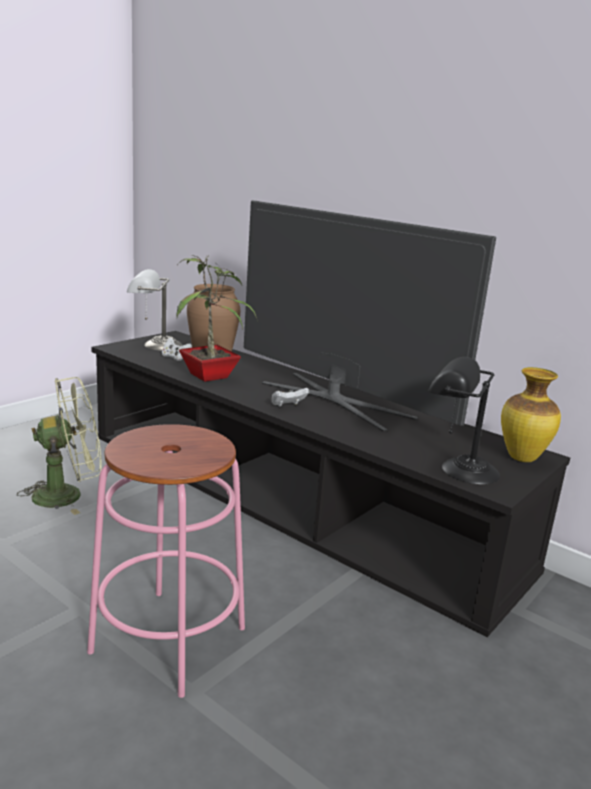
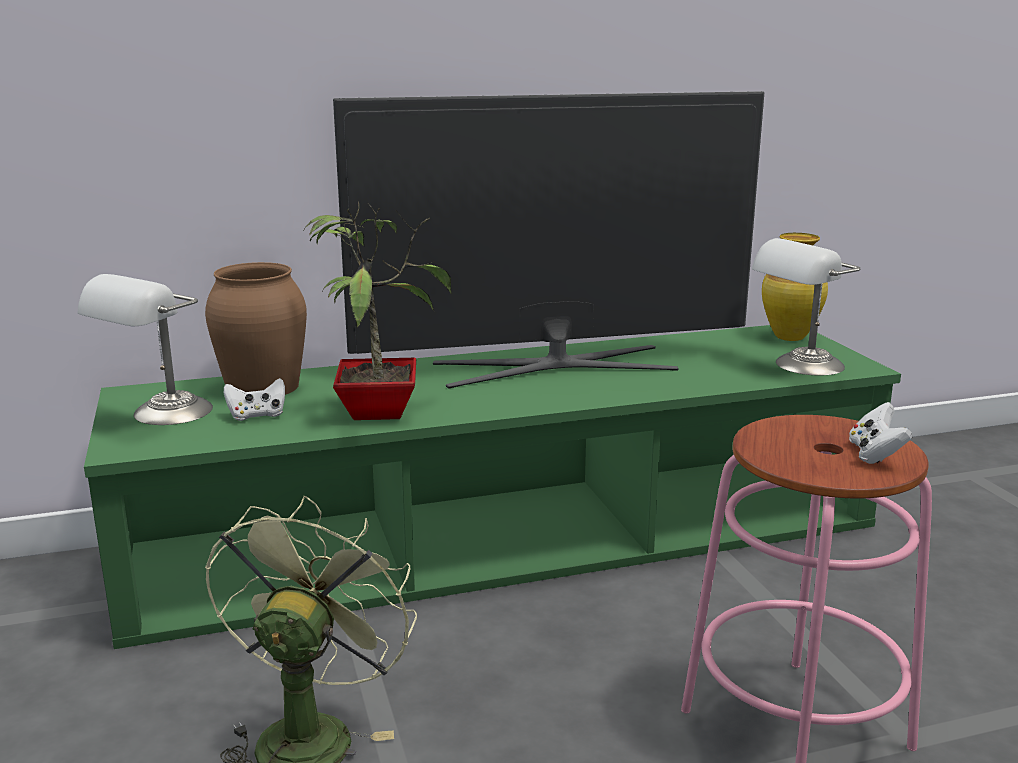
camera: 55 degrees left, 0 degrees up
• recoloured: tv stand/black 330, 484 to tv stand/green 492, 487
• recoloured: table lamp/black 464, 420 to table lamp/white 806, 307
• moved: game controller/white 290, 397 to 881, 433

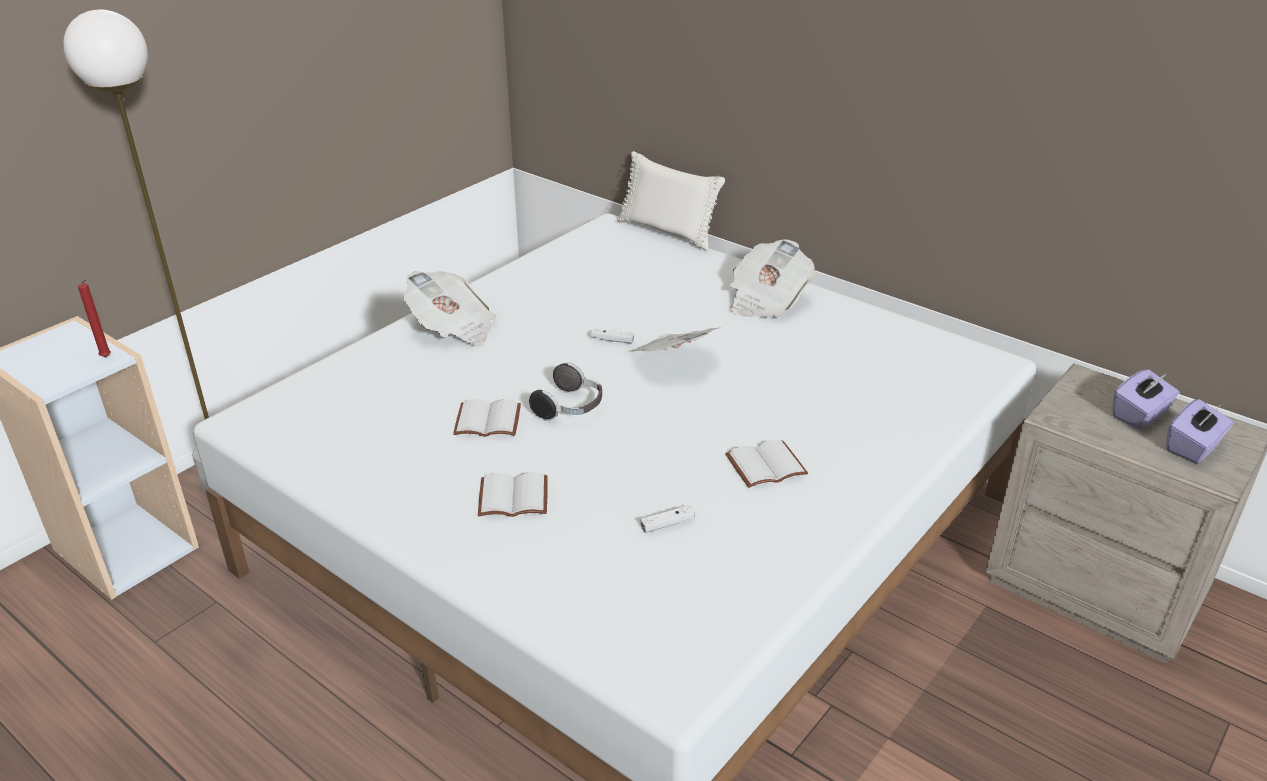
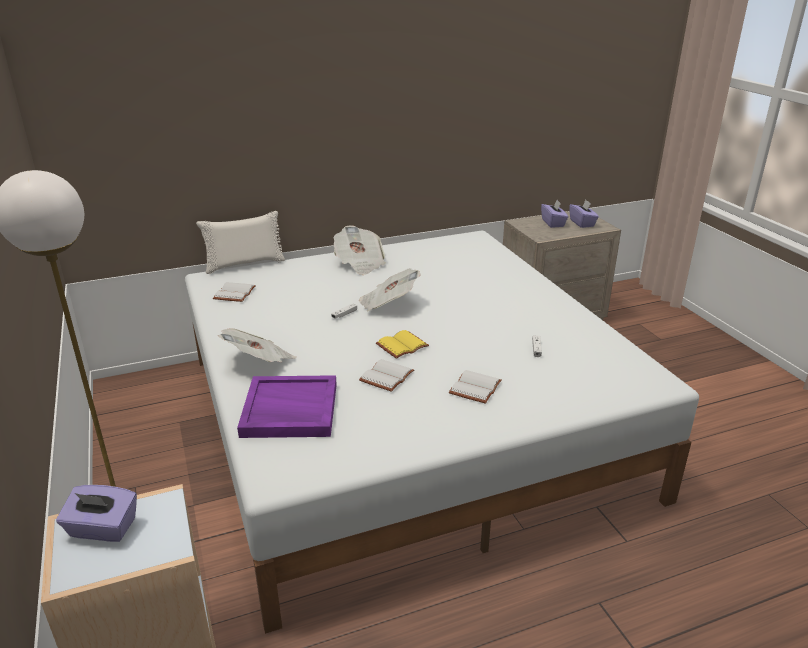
camera: 60 degrees left, 5 degrees down
• added: tissue box/purple 96, 513
• moved: book/white 766, 463 to 234, 292
• added: tray/purple 287, 406
• replaced: headphones 565, 391 to book/yellow 402, 344
• removed: candle/red 94, 318

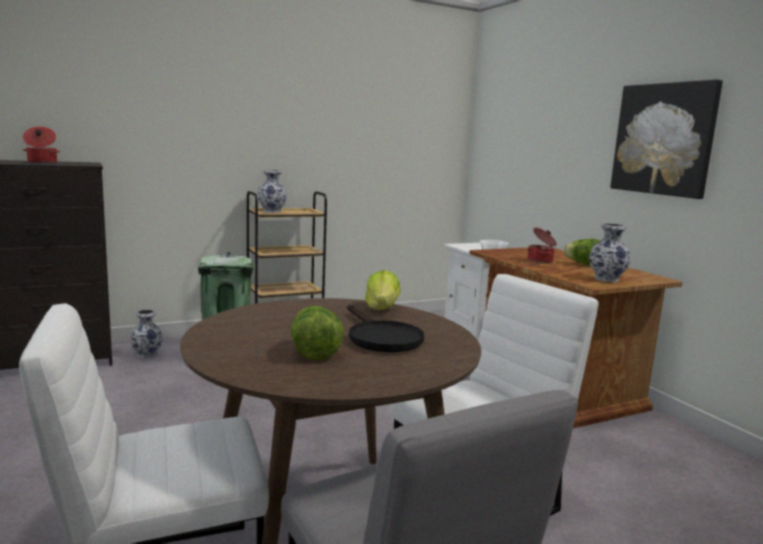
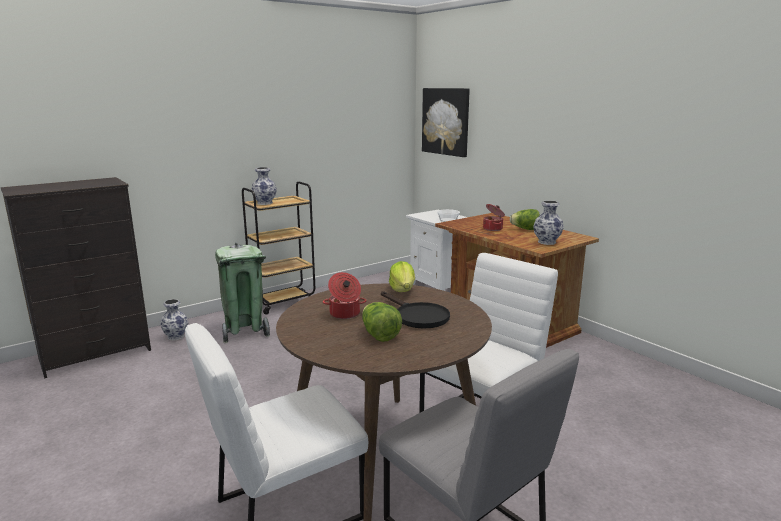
camera: 10 degrees left, 5 degrees up
• moved: cooking pot 41, 145 to 344, 295
• moved: picture 666, 139 to 446, 122

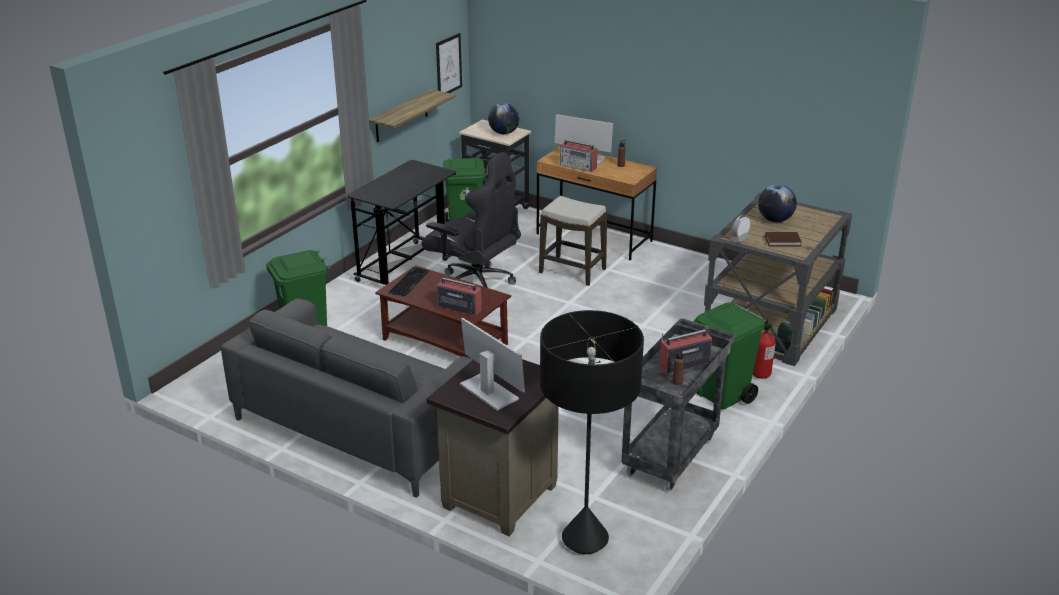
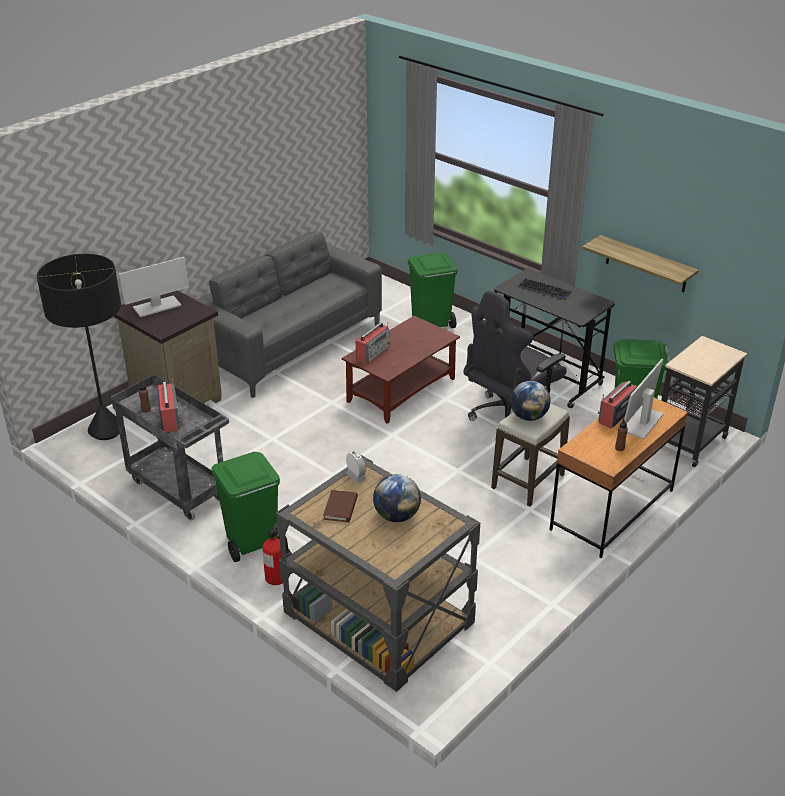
camera: 100 degrees right, 5 degrees up
• moved: globe 504, 118 to 530, 401
• moved: keyboard 409, 282 to 544, 288
• removed: picture 449, 63

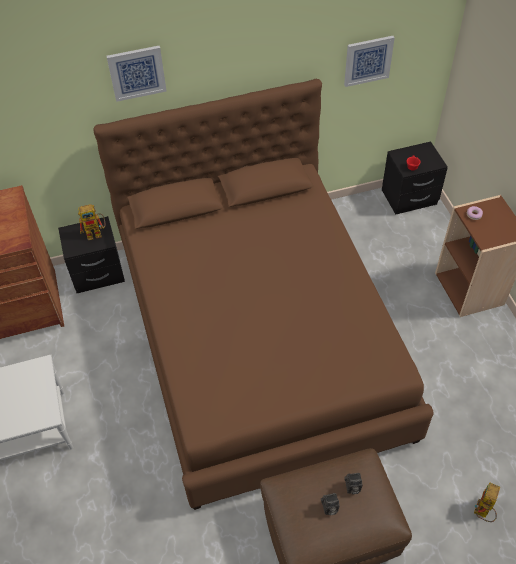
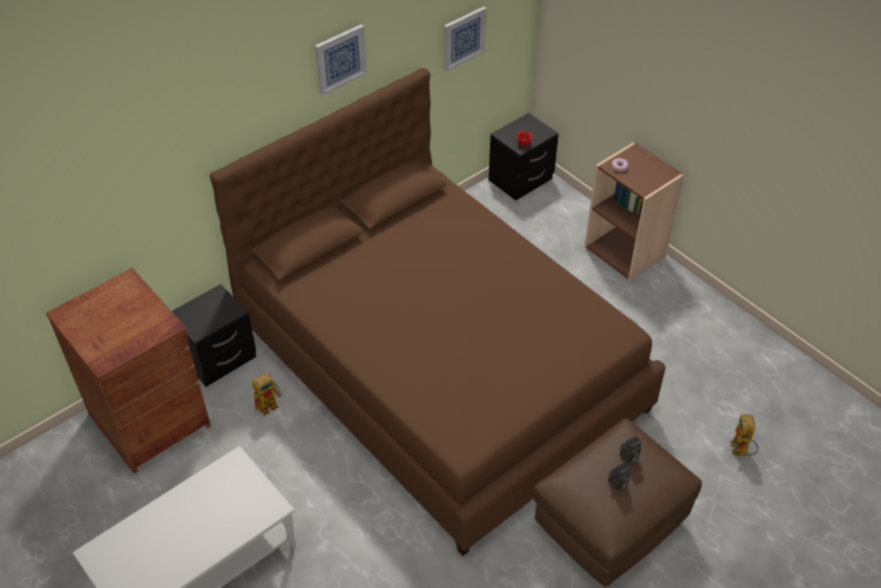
camera: 25 degrees left, 5 degrees down
• moved: toy robot 91, 222 to 267, 394
• moved: picture 136, 74 to 341, 59

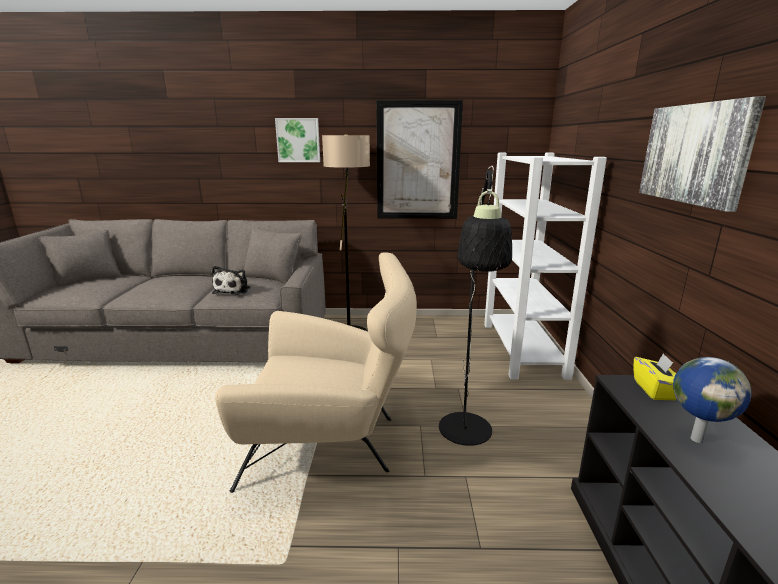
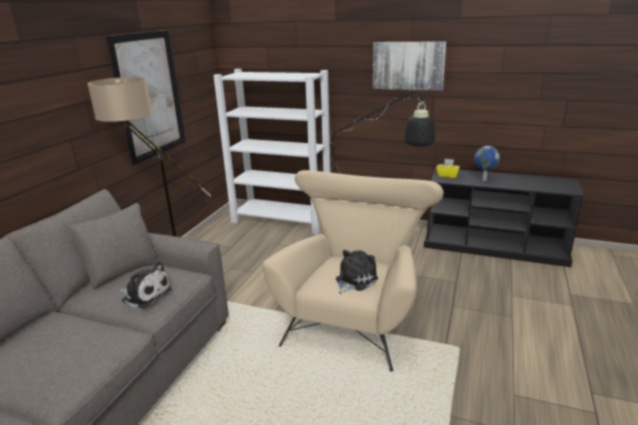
camera: 70 degrees left, 5 degrees up
• added: plush toy 357, 272
• removed: picture 297, 140

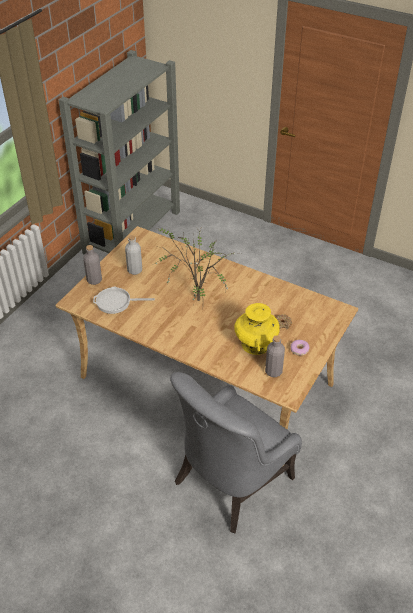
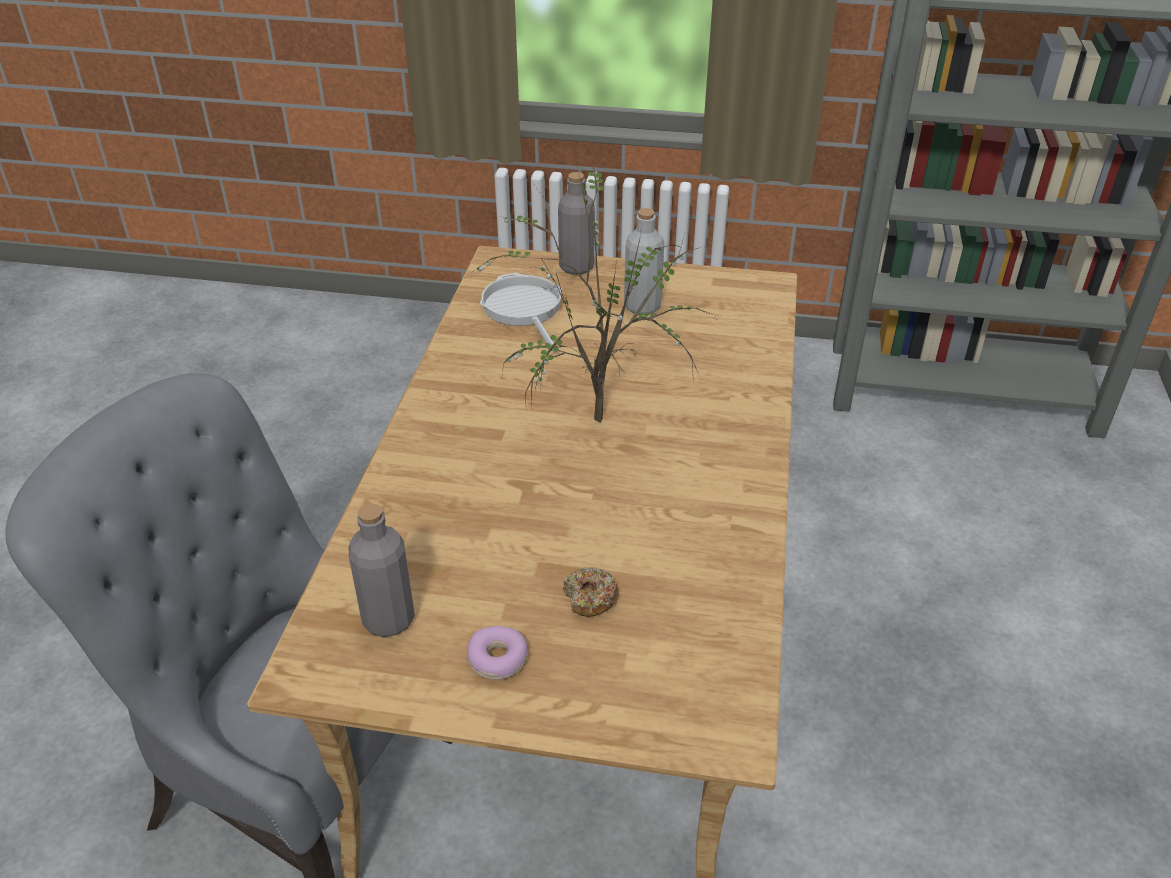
camera: 70 degrees right, 5 degrees down
• removed: vase/yellow 257, 329

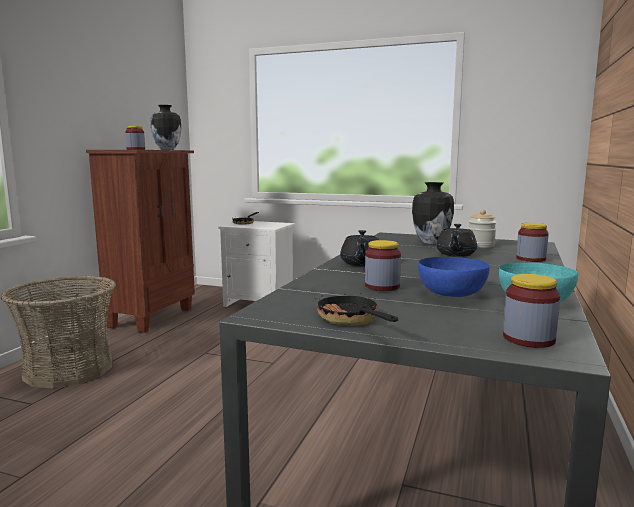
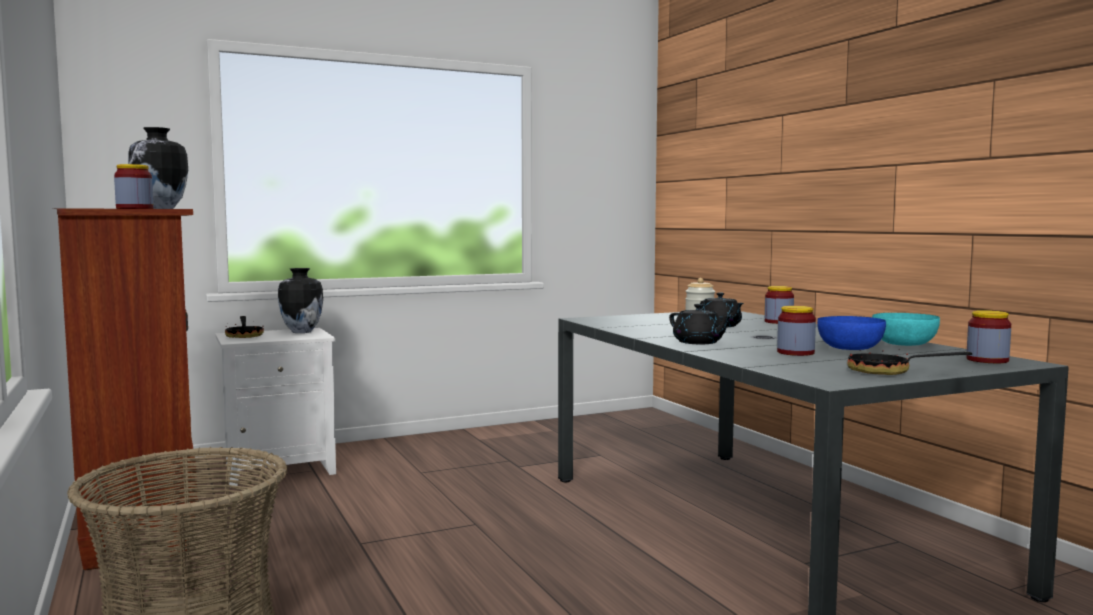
camera: 45 degrees left, 5 degrees down
• moved: vase 433, 213 to 300, 300

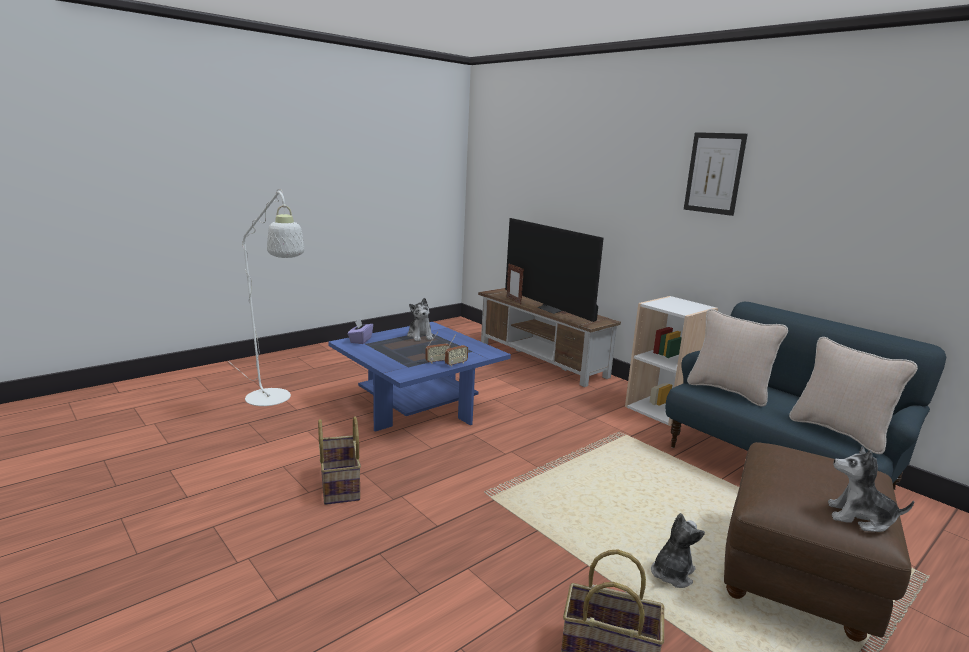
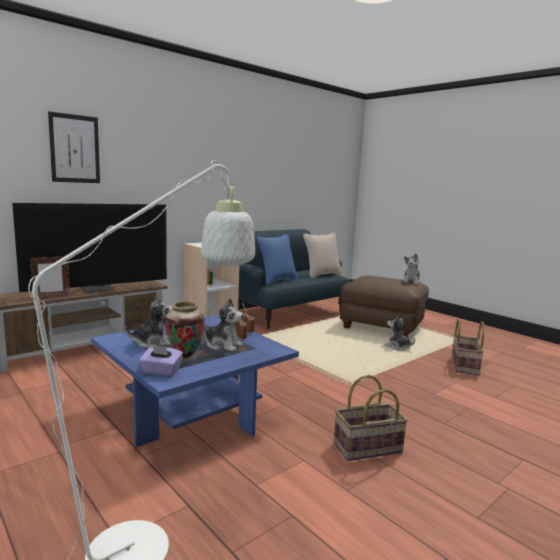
camera: 90 degrees left, 5 degrees down
• moved: picture 716, 174 to 74, 147
• added: vase 185, 330
• added: plush toy 223, 324
• recoloured: pillow/beige 737, 357 to pillow/blue 277, 259

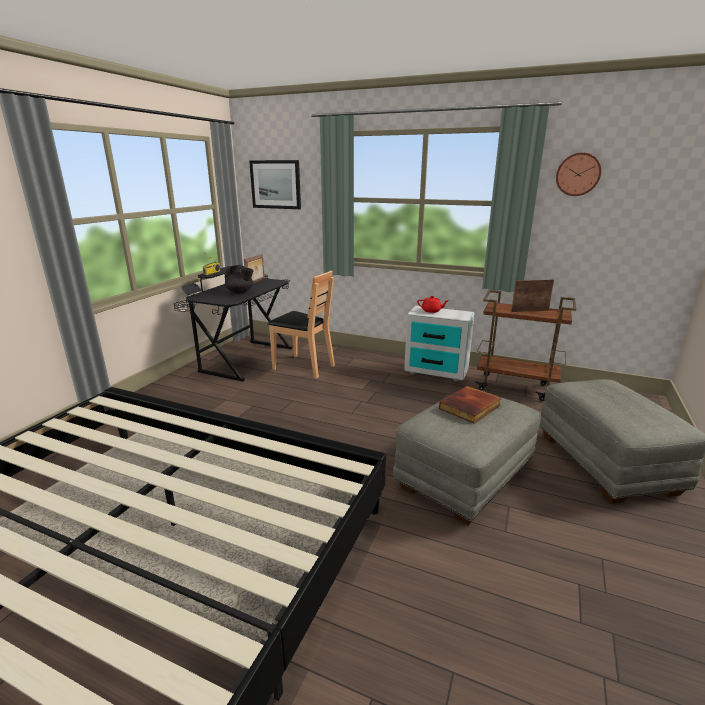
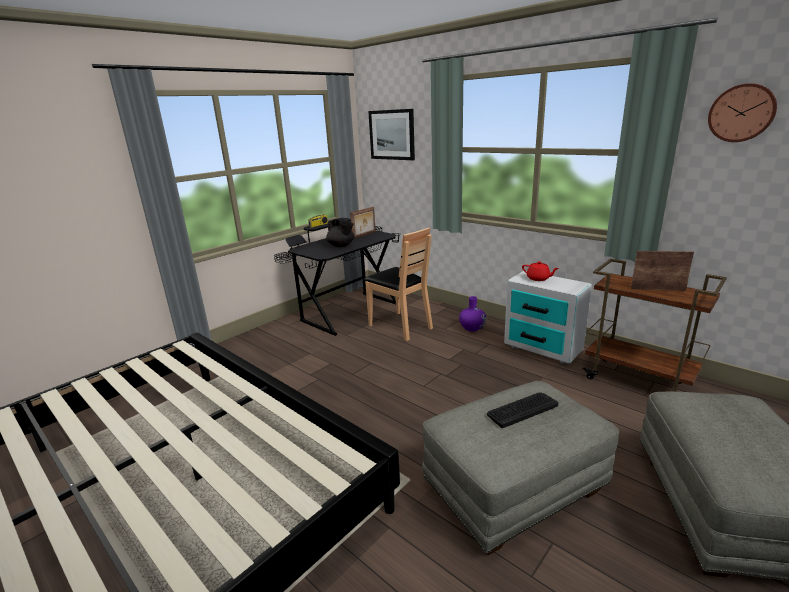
camera: 20 degrees right, 0 degrees up
• added: vase/purple 472, 314
• replaced: book 470, 405 to keyboard 522, 410

